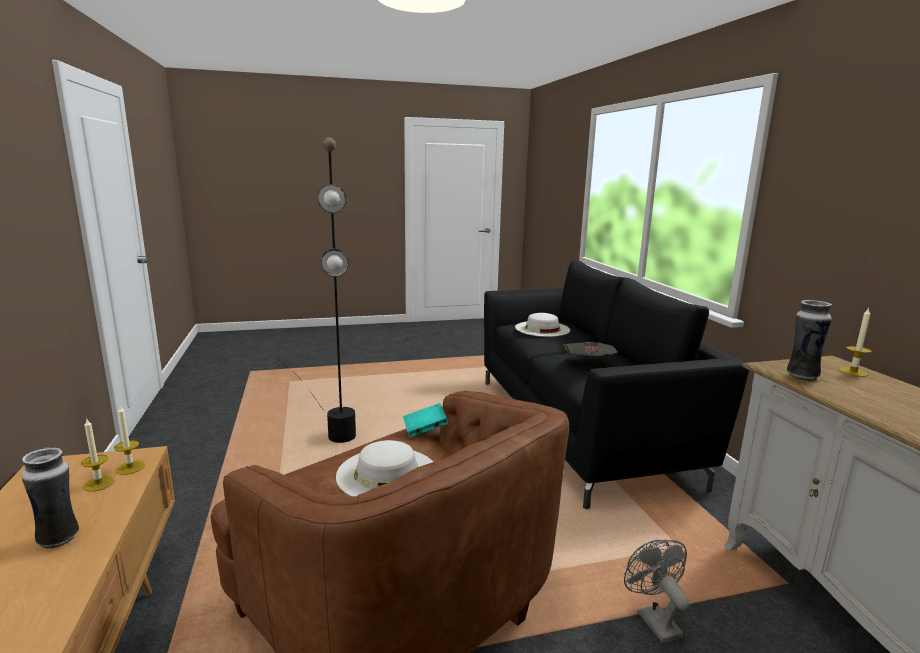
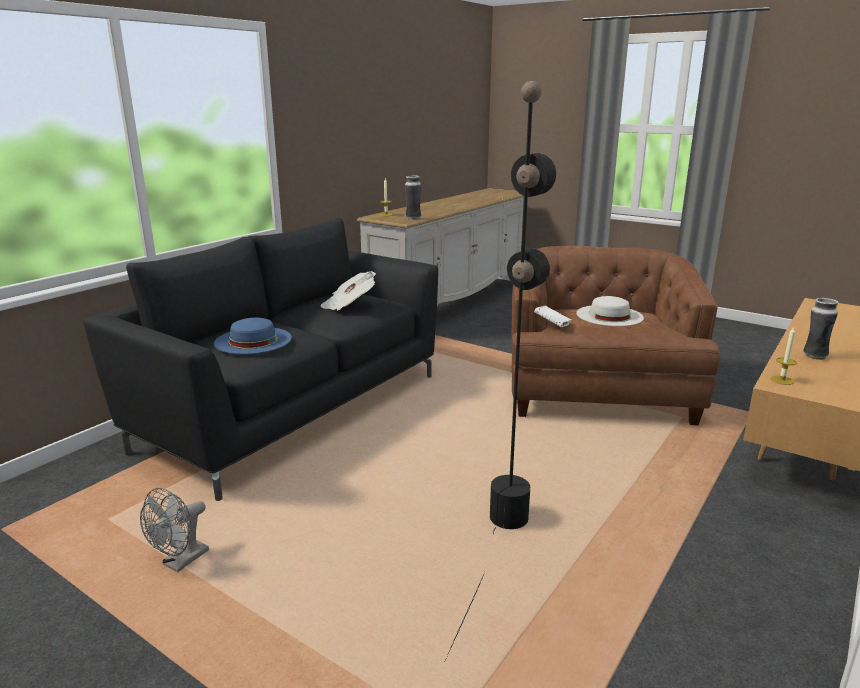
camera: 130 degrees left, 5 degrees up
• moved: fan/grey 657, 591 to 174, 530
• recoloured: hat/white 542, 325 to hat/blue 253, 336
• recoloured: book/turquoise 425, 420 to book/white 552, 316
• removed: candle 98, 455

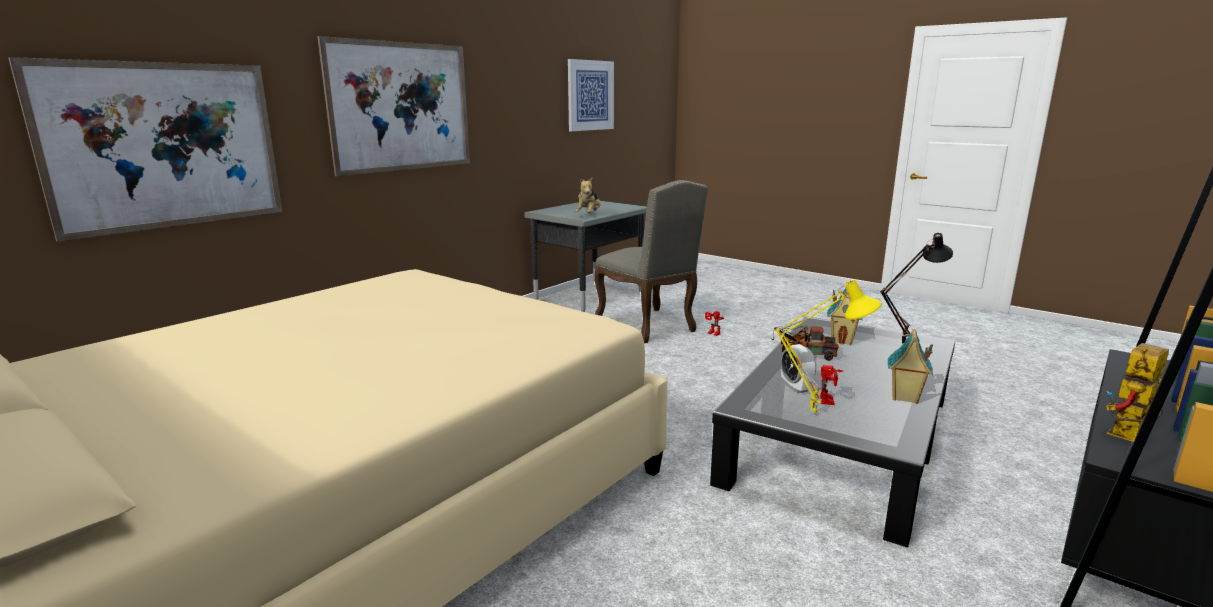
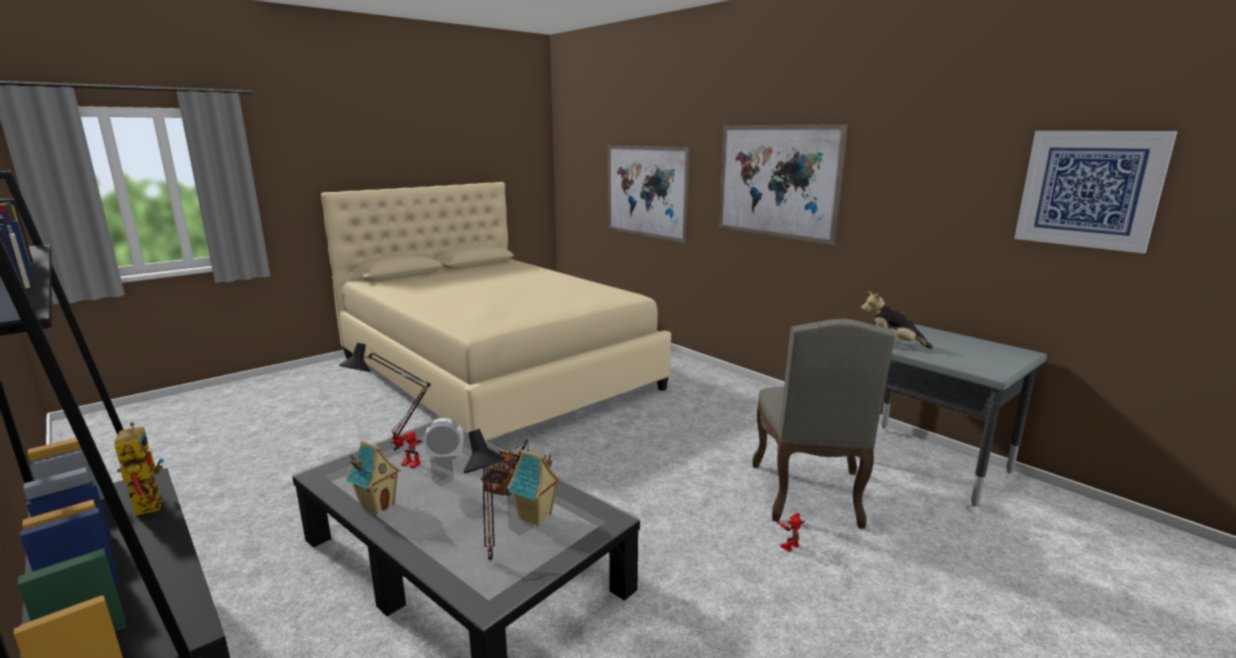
camera: 100 degrees right, 0 degrees up
• recoloured: table lamp/yellow 828, 348 to table lamp/black 385, 398
• turned: chair/grey 651, 261 = 824, 424 60 degrees counterclockwise

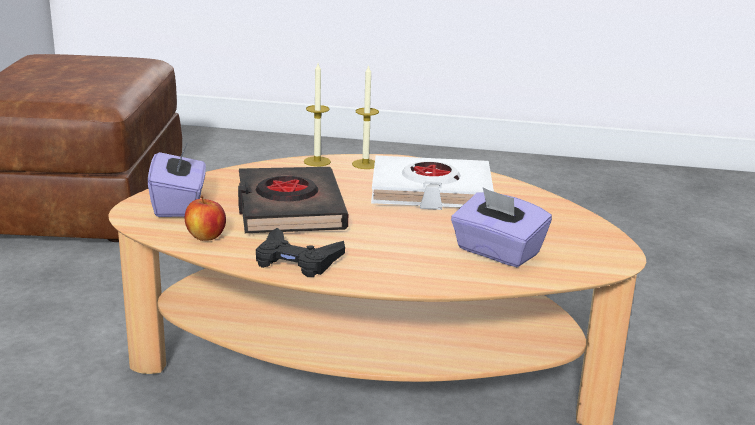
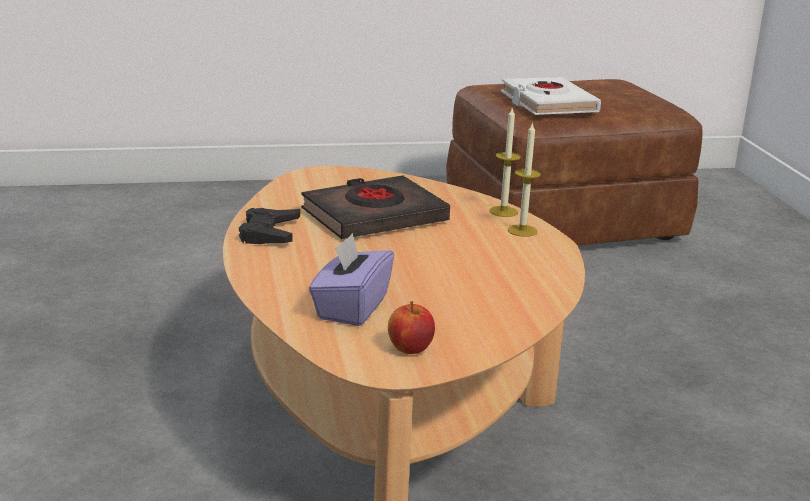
camera: 70 degrees right, 0 degrees up
• moved: apple 205, 218 to 411, 327
• moved: book/white 432, 183 to 551, 96
• removed: tissue box/purple 177, 179

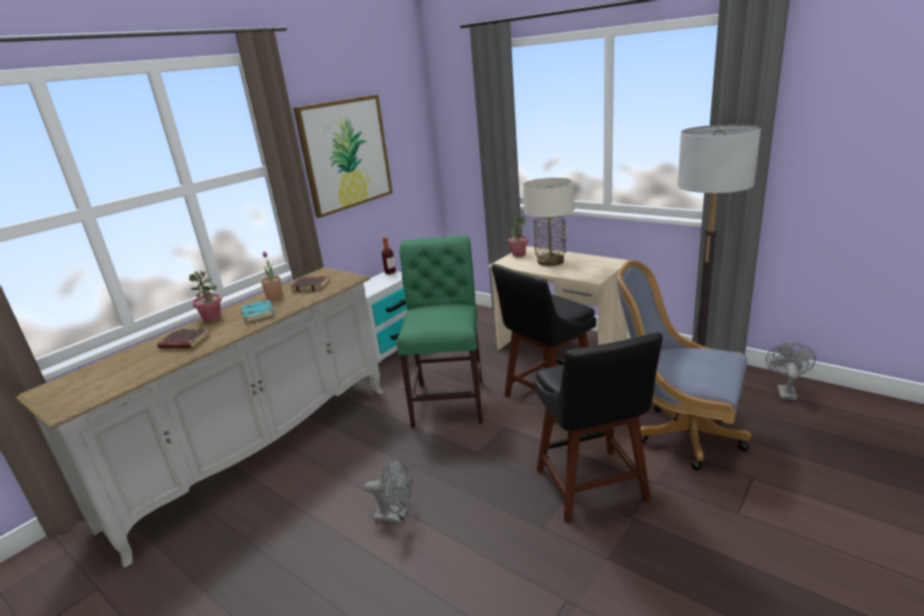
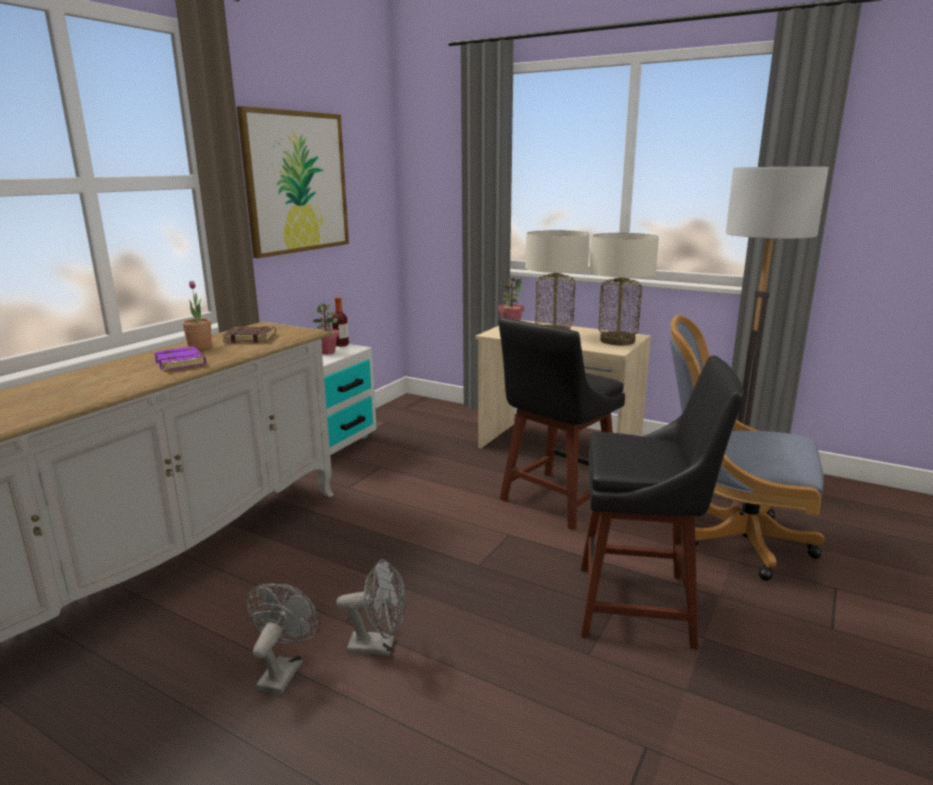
camera: 10 degrees left, 5 degrees down
• recoloured: book/turquoise 258, 311 to book/purple 180, 358
• moved: fan/grey 791, 371 to 283, 639
• moved: potted plant 205, 296 to 326, 329
• turned: chair/black 598, 427 = 663, 502 60 degrees counterclockwise
• added: table lamp 624, 289
• removed: book/brown 183, 339
• removed: chair/green 439, 331

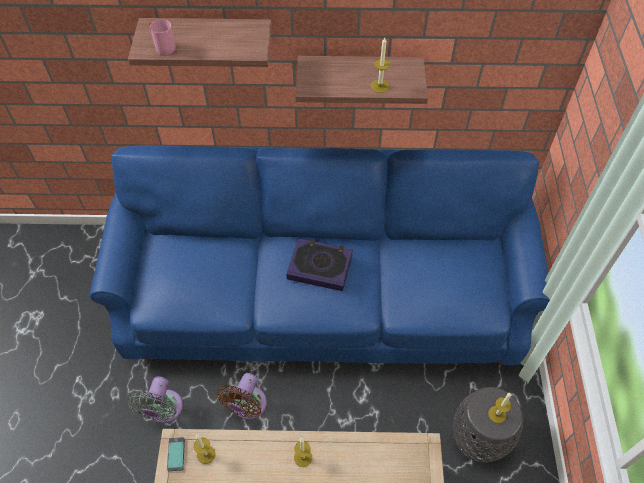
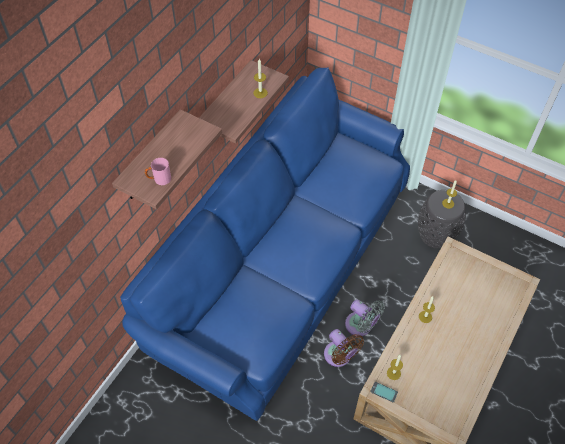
camera: 60 degrees left, 0 degrees up
• moved: fan/grey 155, 399 to 365, 318
• removed: book 319, 264

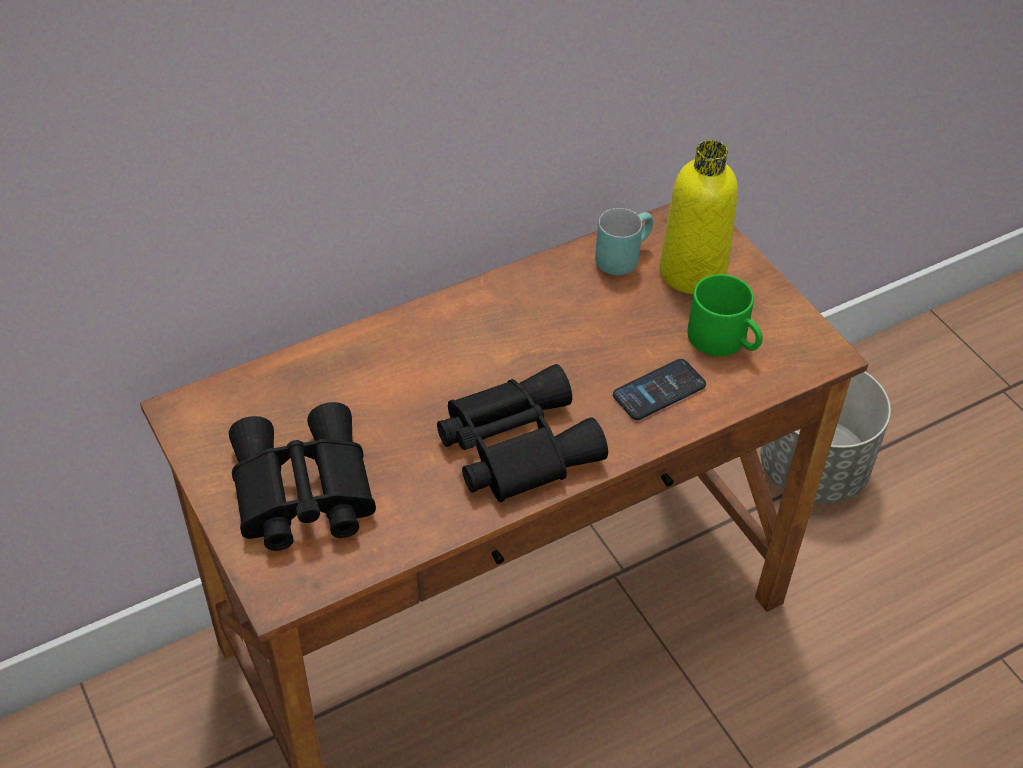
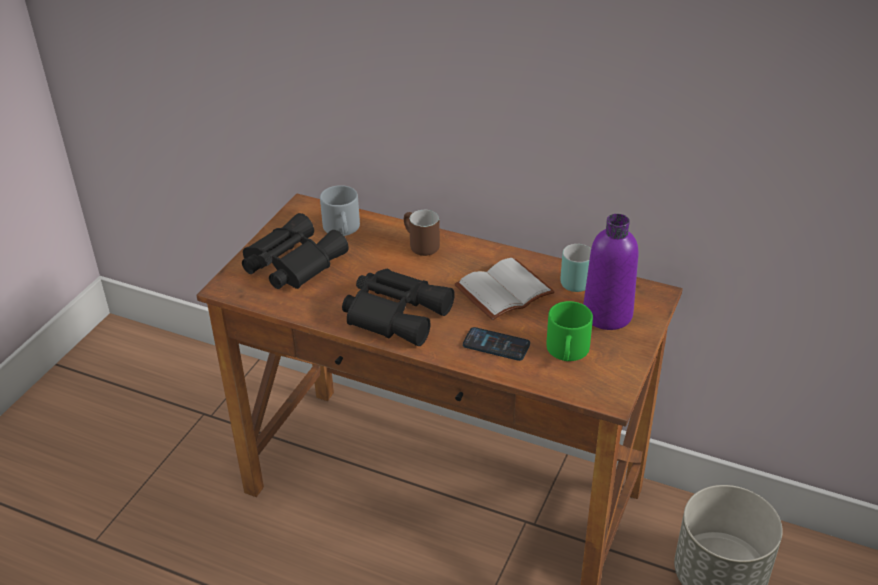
camera: 55 degrees right, 10 degrees down
• added: mug/grey 340, 210
• added: mug/brown 422, 233
• added: book/white 504, 289
• recoloured: bottle/yellow 698, 217 to bottle/purple 610, 272

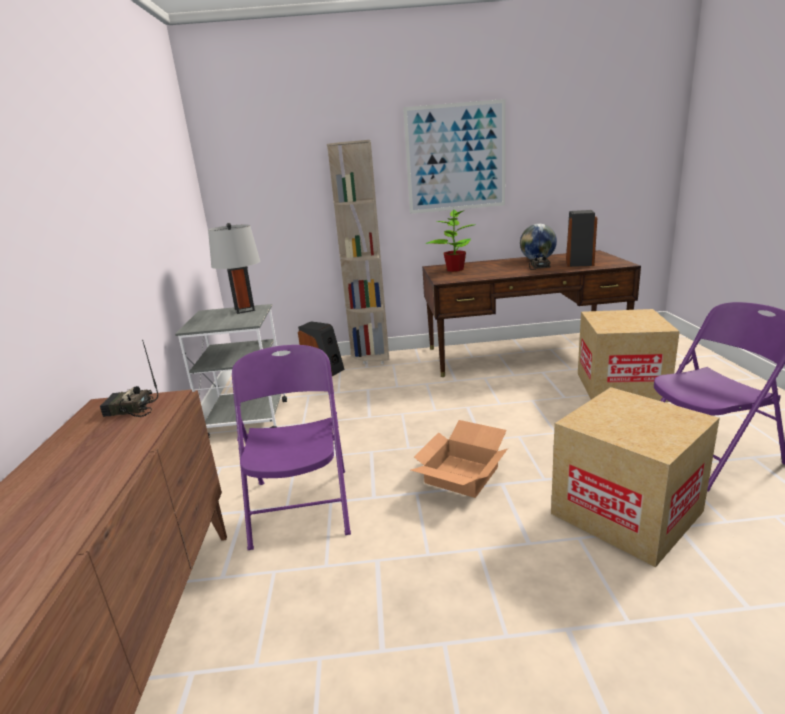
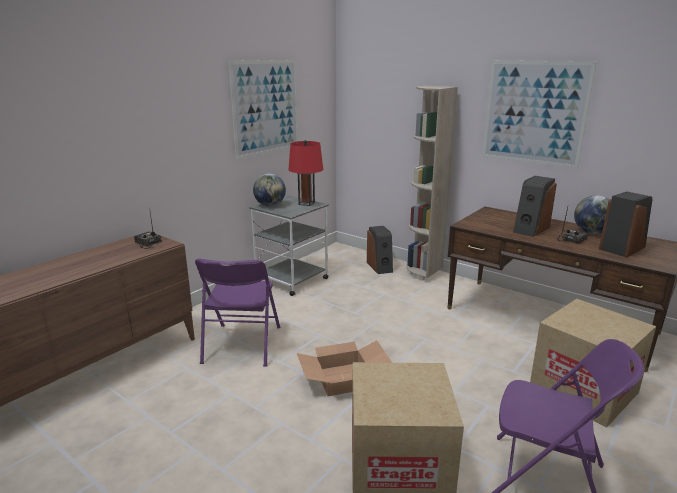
camera: 40 degrees right, 0 degrees up
• turned: chair/purple 291, 447 = 238, 312 150 degrees clockwise
• added: picture 263, 109
• added: globe 269, 190
• recoloured: table lamp/grey 234, 268 to table lamp/red 306, 173
• added: speaker 535, 206
• removed: potted plant 450, 240

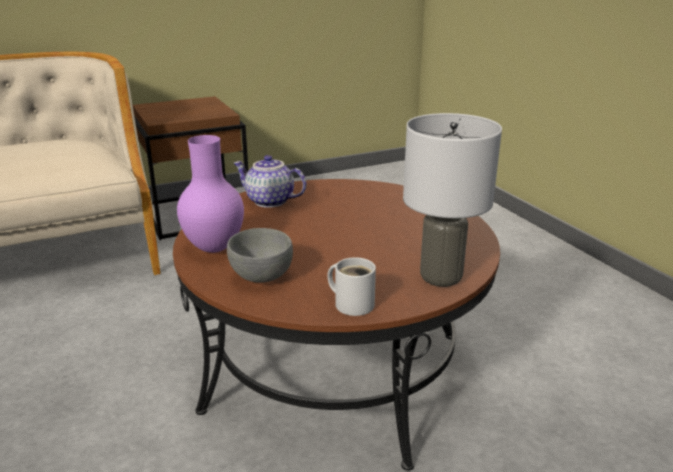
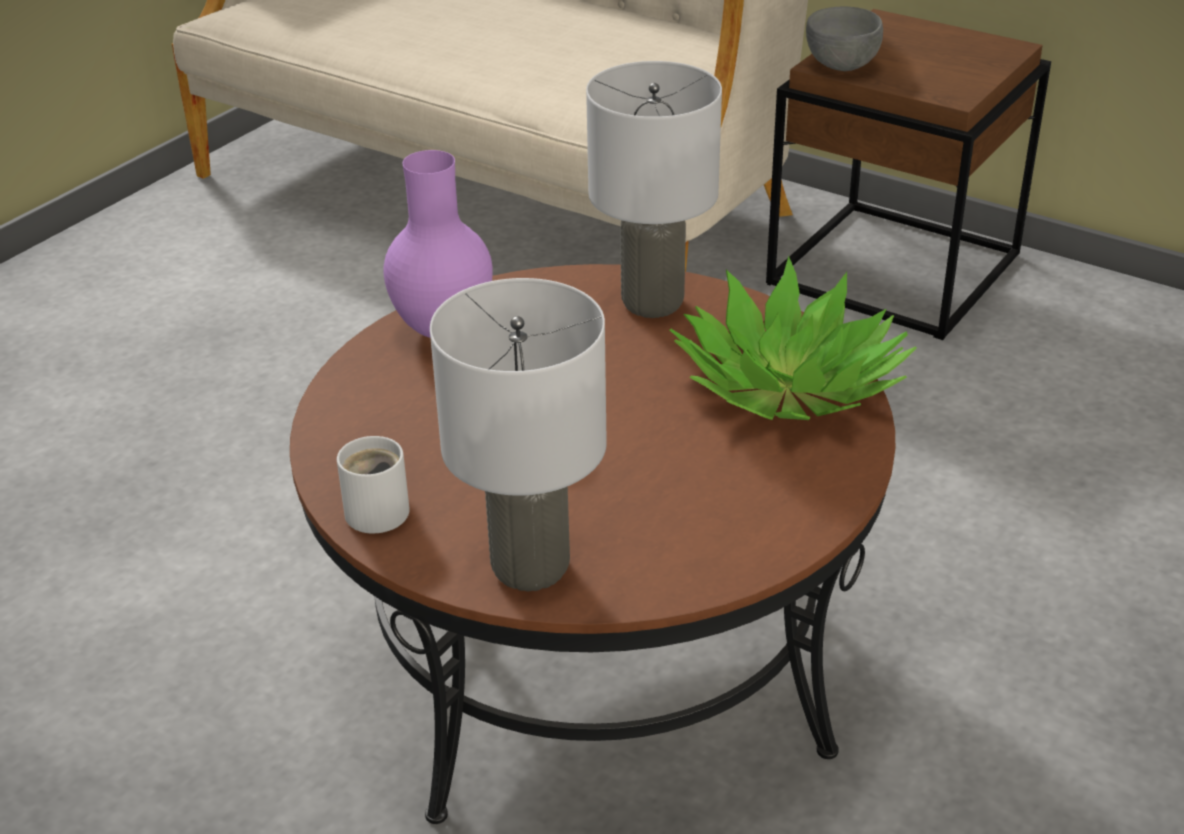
camera: 60 degrees right, 10 degrees up
• replaced: teapot 270, 181 to table lamp/white 654, 189
• added: potted plant 793, 338
• moved: bowl/grey 260, 255 to 844, 39

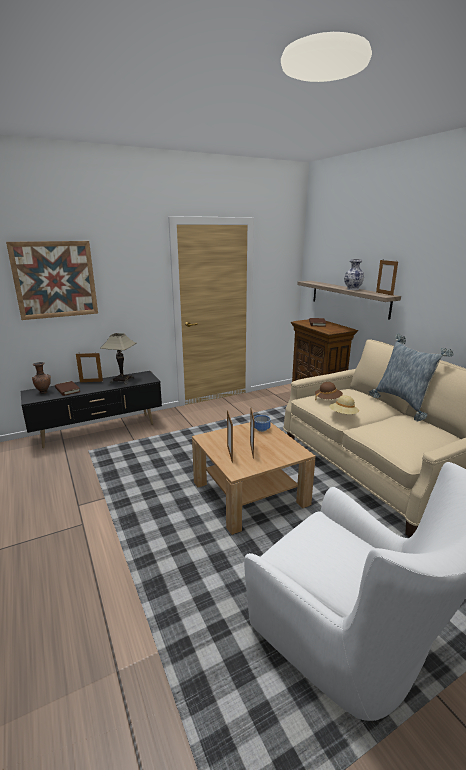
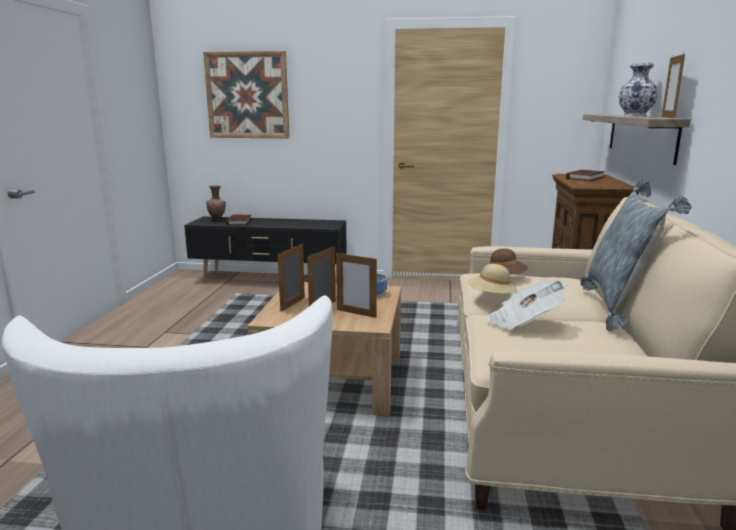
camera: 35 degrees right, 5 degrees down
• moved: picture frame 89, 367 to 356, 285
• added: newspaper 526, 305
• removed: table lamp 118, 359

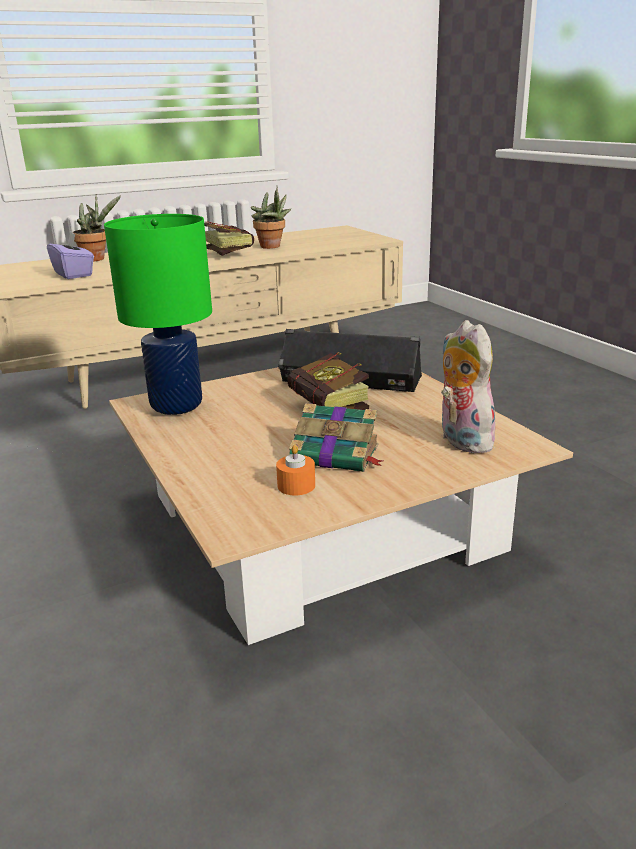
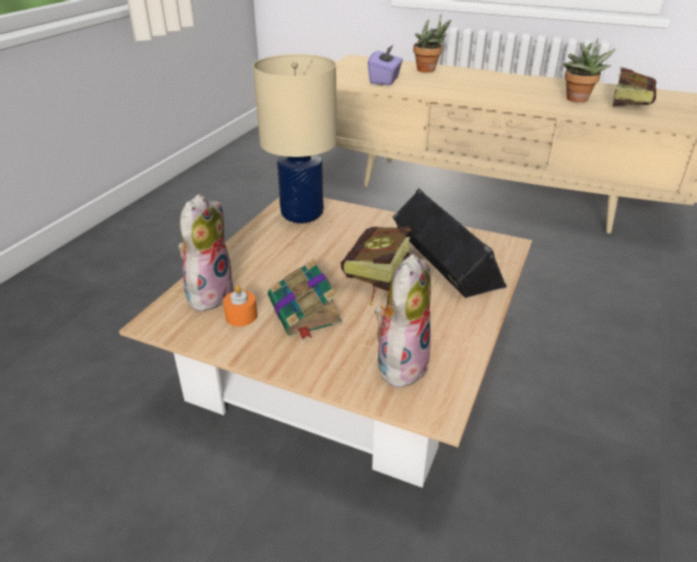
camera: 50 degrees right, 10 degrees up
• added: plush toy 206, 253
• recoloured: table lamp/green 158, 314 to table lamp/beige 295, 138
• moved: book 229, 238 to 634, 86

